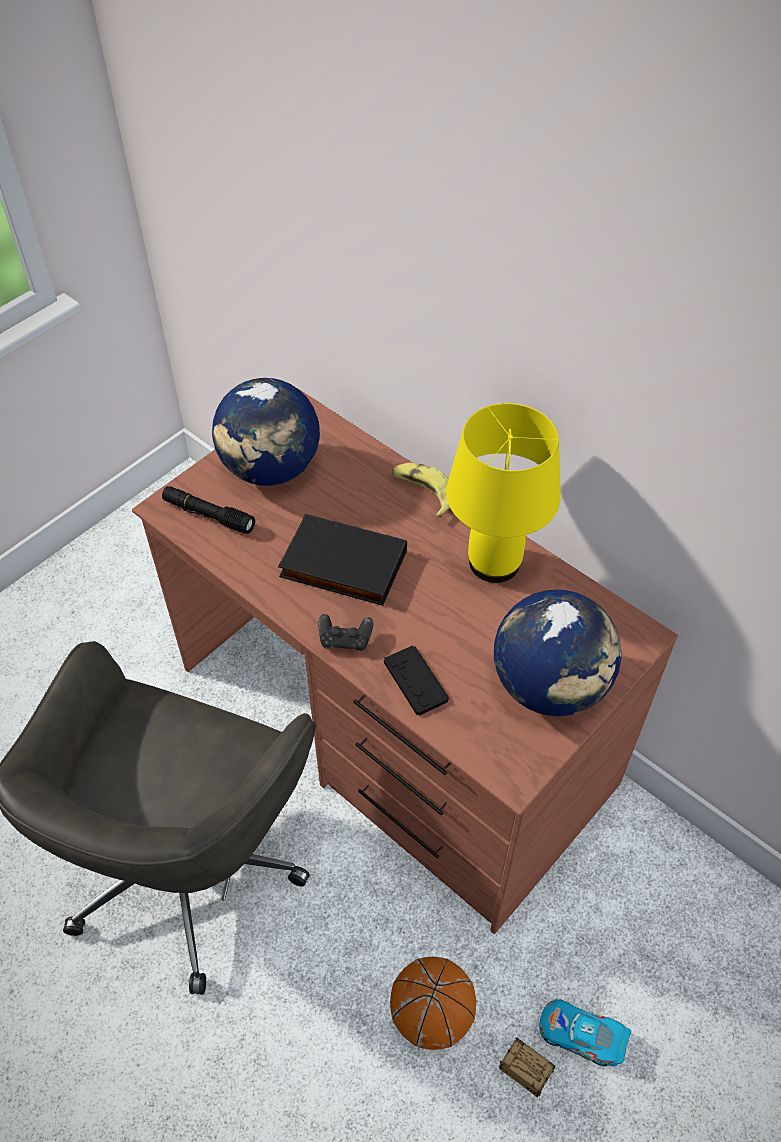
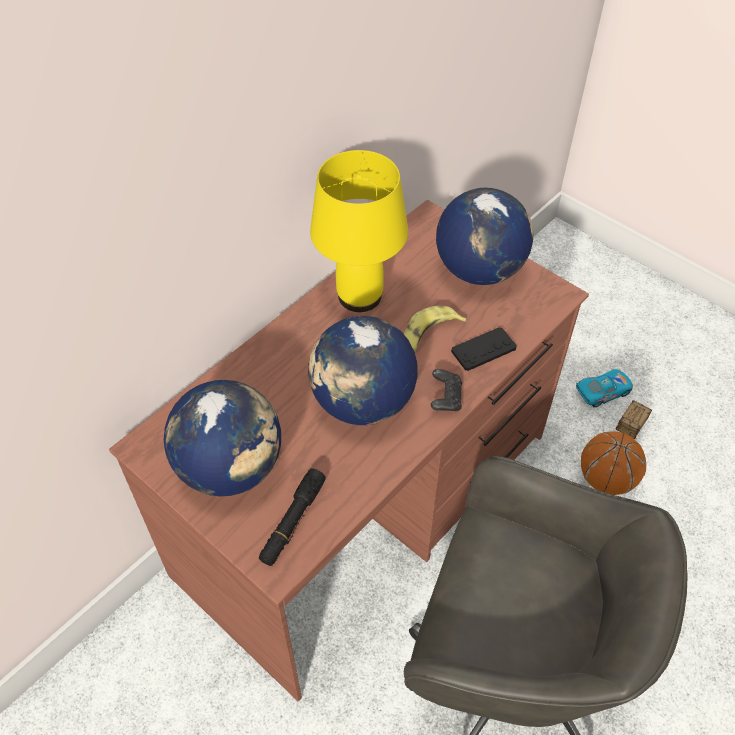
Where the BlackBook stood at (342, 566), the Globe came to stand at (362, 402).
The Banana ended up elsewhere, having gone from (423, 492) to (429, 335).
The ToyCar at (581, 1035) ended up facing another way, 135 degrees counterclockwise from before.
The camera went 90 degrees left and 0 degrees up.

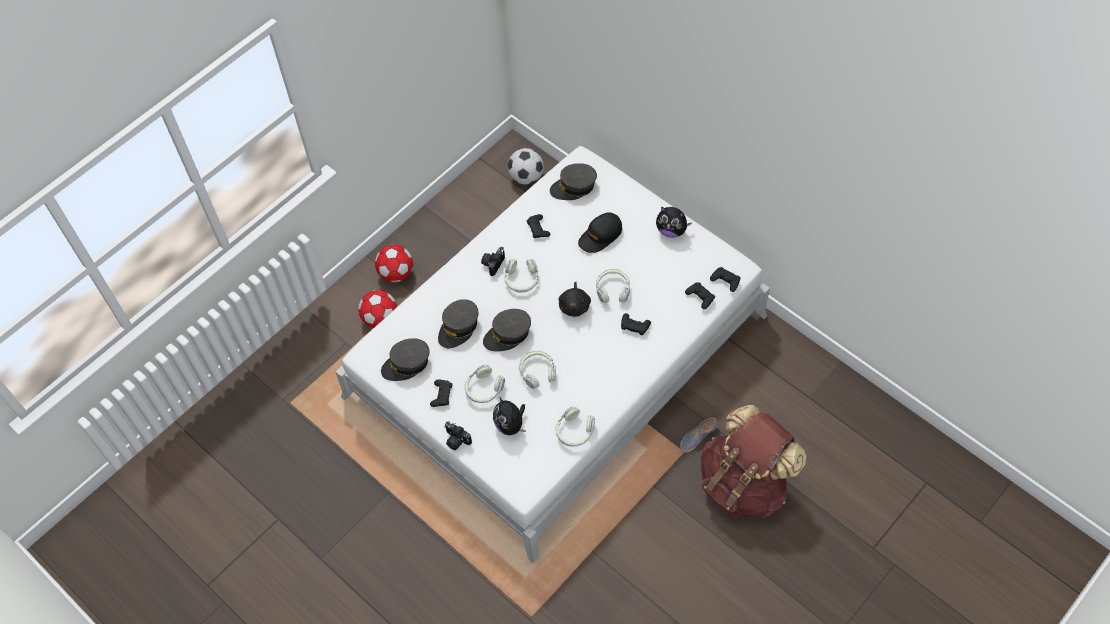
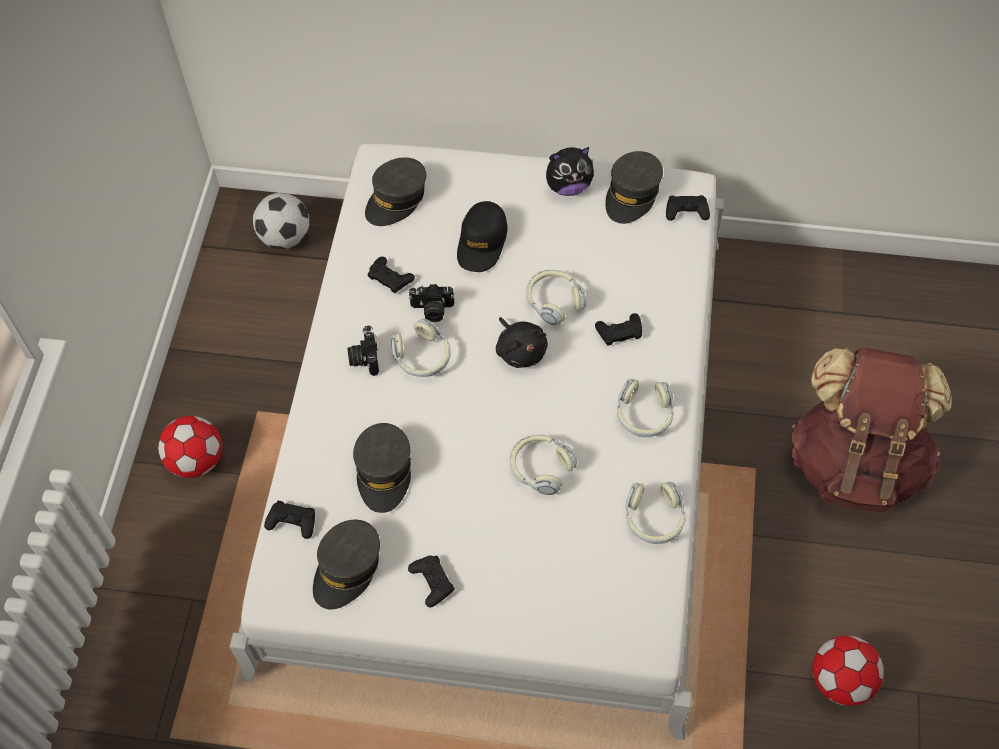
The Football ended up elsewhere, having gone from (380, 319) to (840, 681).
The PhotoCamera ended up elsewhere, having gone from (456, 440) to (432, 310).
The Headphones ended up elsewhere, having gone from (484, 389) to (644, 415).
The GreyCap ended up elsewhere, having gone from (508, 334) to (632, 194).
The second view lost the PlushToy at (510, 425).
The second view lost the Shoe at (697, 437).
The BlackGameController ended up elsewhere, having gone from (700, 297) to (292, 521).
The camera went 35 degrees left and 0 degrees up.

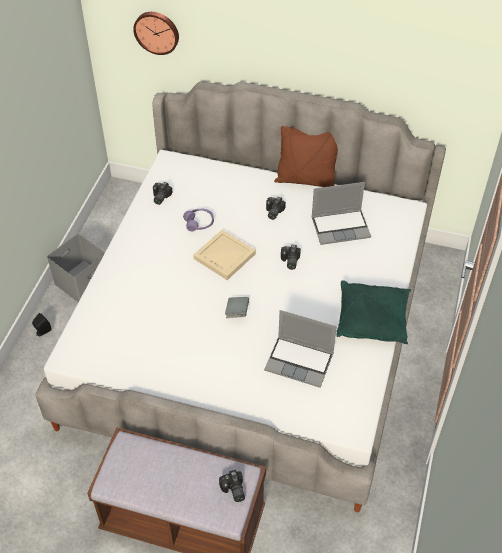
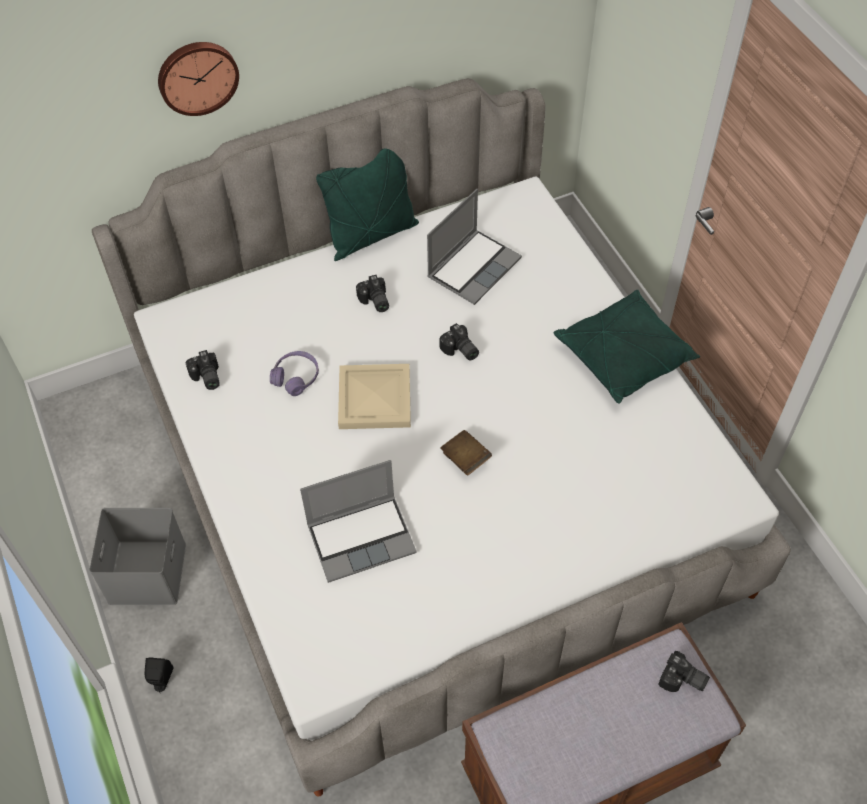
The WallClock ended up elsewhere, having gone from (157, 32) to (197, 76).
What was the GreyBook at (237, 312) turned into the BrownBook at (465, 459).
The Laptop ended up elsewhere, having gone from (300, 361) to (362, 537).
What was the BrownPillow at (305, 180) turned into the GreenPillow at (371, 235).
The camera went 40 degrees left and 5 degrees up.

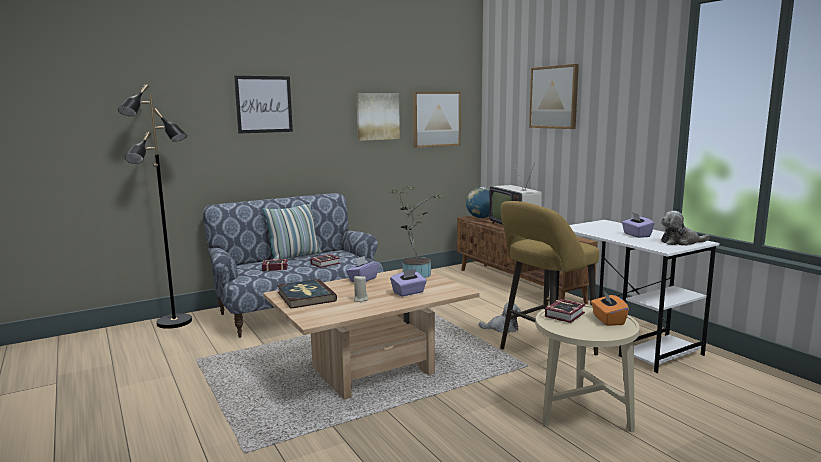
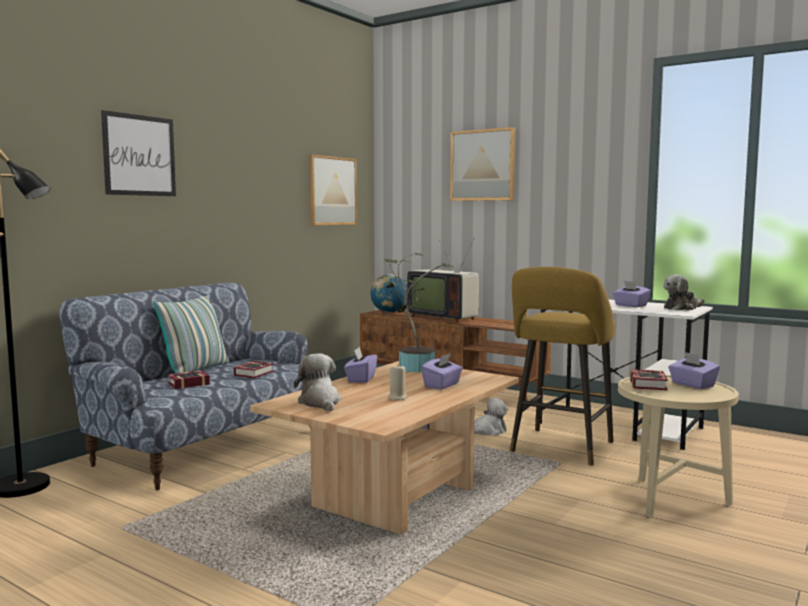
Where the Book stood at (305, 296), the PlushToy came to stand at (320, 402).
The second view lost the Picture at (377, 116).
What was the OrangeTissueBox at (608, 320) turned into the PurpleTissueBox at (692, 385).
The camera went 25 degrees left and 5 degrees down.

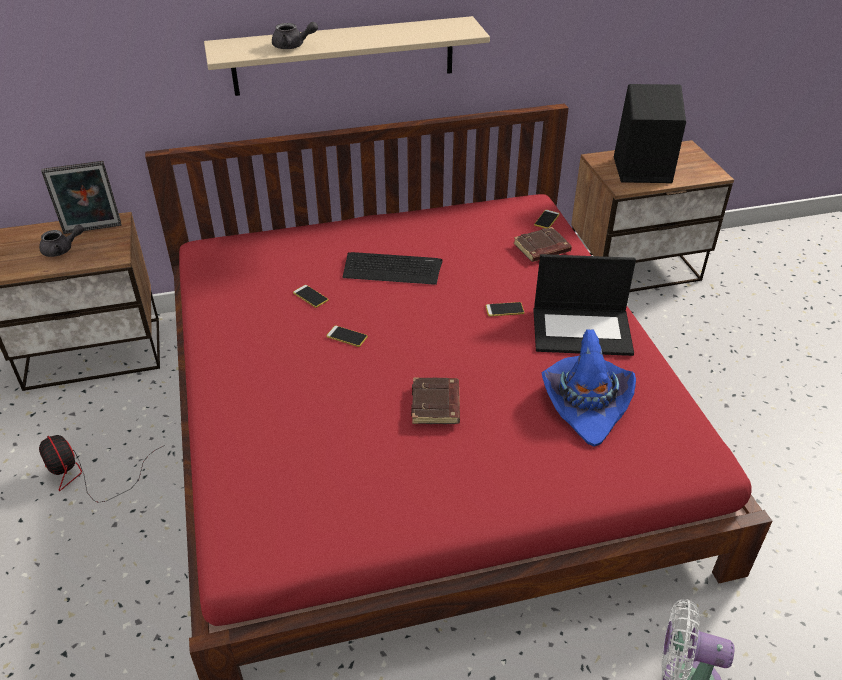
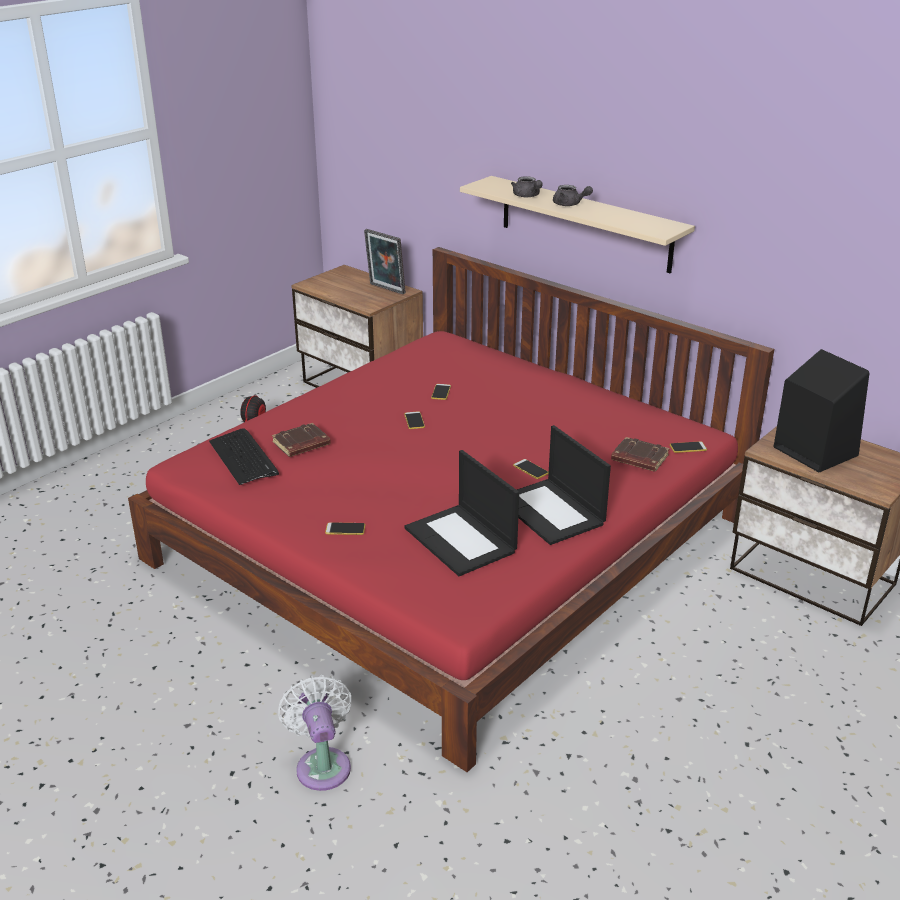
The GreyTeapot ended up elsewhere, having gone from (62, 250) to (570, 204).
The Keyboard ended up elsewhere, having gone from (392, 269) to (244, 458).
The BrownBook ended up elsewhere, having gone from (436, 405) to (301, 445).
Where the BlueHat stood at (586, 403), the Laptop came to stand at (462, 540).
The second view gained the Phone at (345, 529).
The camera went 55 degrees right and 10 degrees down.

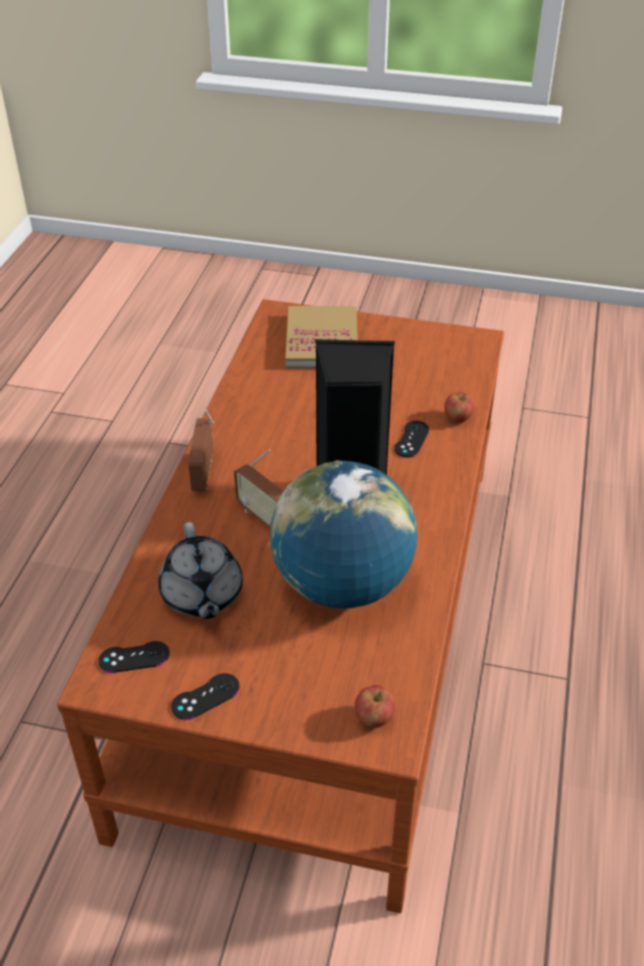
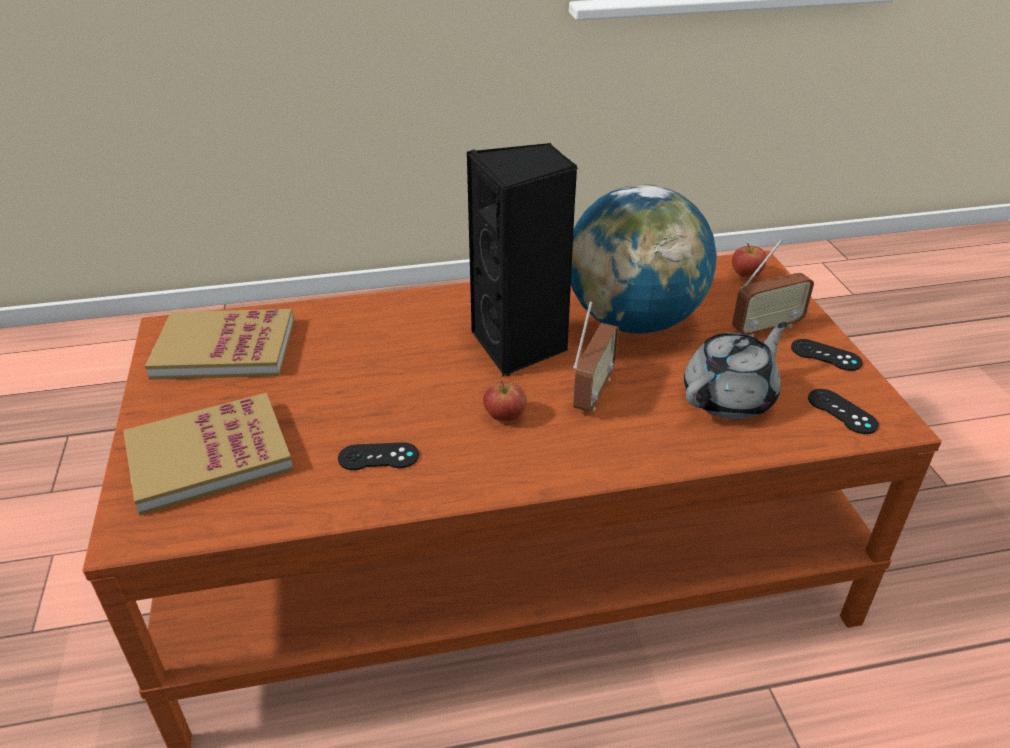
The Radio ended up elsewhere, having gone from (204, 474) to (766, 328).
The BlackGameController ended up elsewhere, having gone from (411, 439) to (378, 457).
The Apple ended up elsewhere, having gone from (457, 418) to (505, 417).
The second view gained the Book at (225, 348).
The camera went 115 degrees left and 5 degrees down.

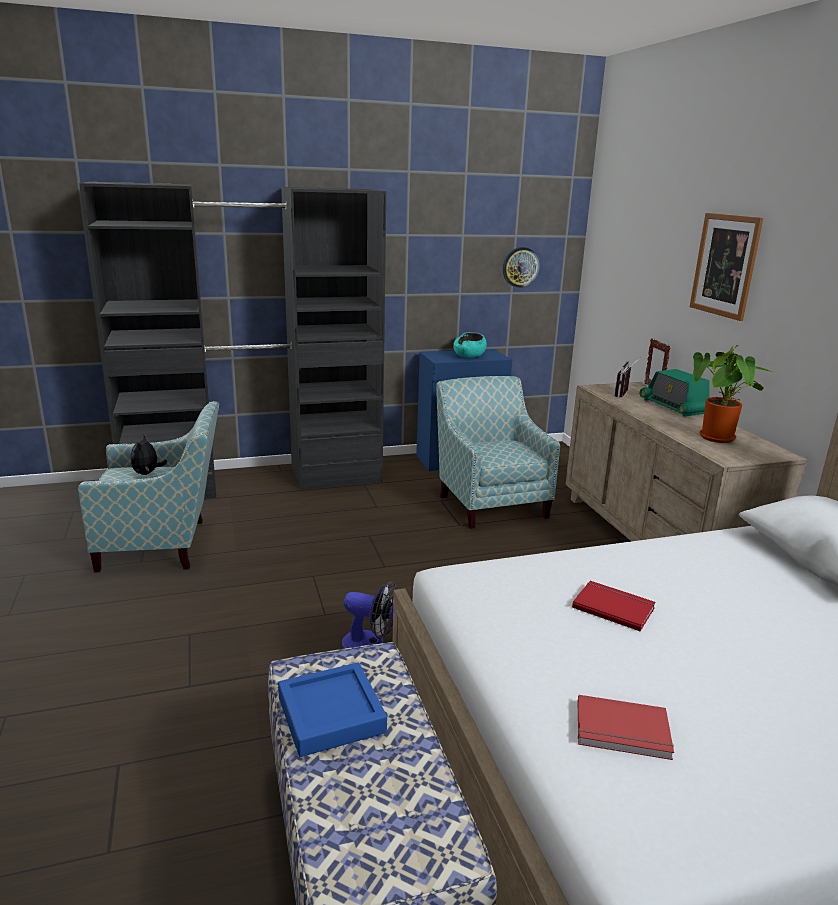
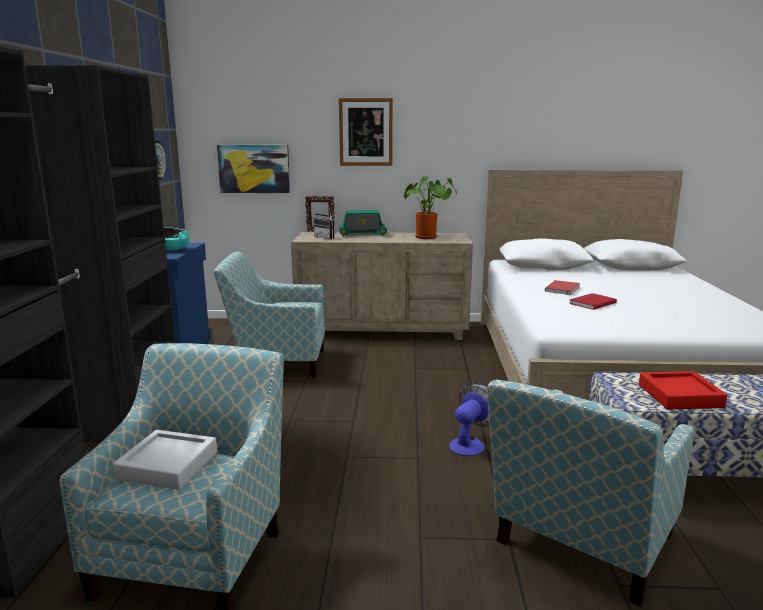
Where the PlushToy stood at (147, 473), the GreyTray came to stand at (168, 465).
What was the BlueTray at (331, 715) turned into the RedTray at (680, 396).
The RedBook ended up elsewhere, having gone from (623, 731) to (563, 289).
The second view gained the Picture at (254, 169).
The second view gained the Armchair at (579, 548).
The camera went 70 degrees left and 5 degrees down.

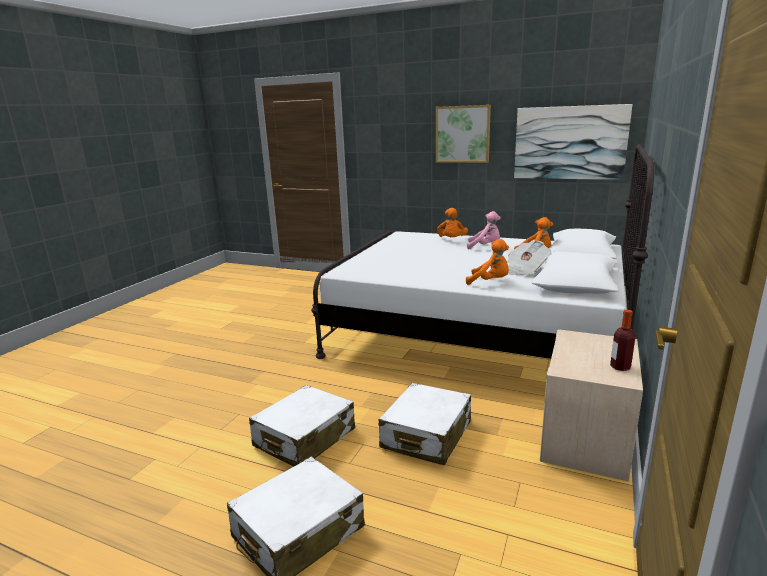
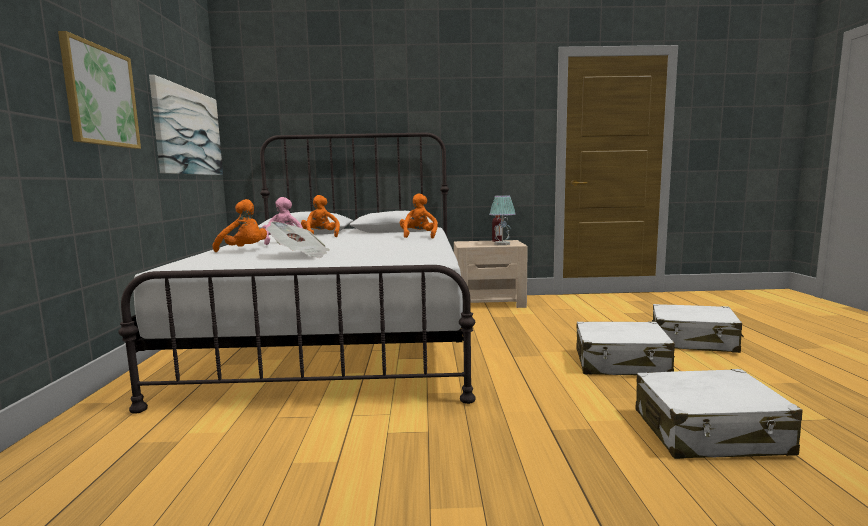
The WhiteSuitcase ended up elsewhere, having gone from (426, 435) to (709, 433).
The OrangePlushToy at (452, 240) ended up facing another way, 45 degrees clockwise from before.
The Newspaper ended up elsewhere, having gone from (525, 270) to (300, 256).
The second view gained the TableLamp at (502, 244).
The camera went 115 degrees left and 10 degrees down.

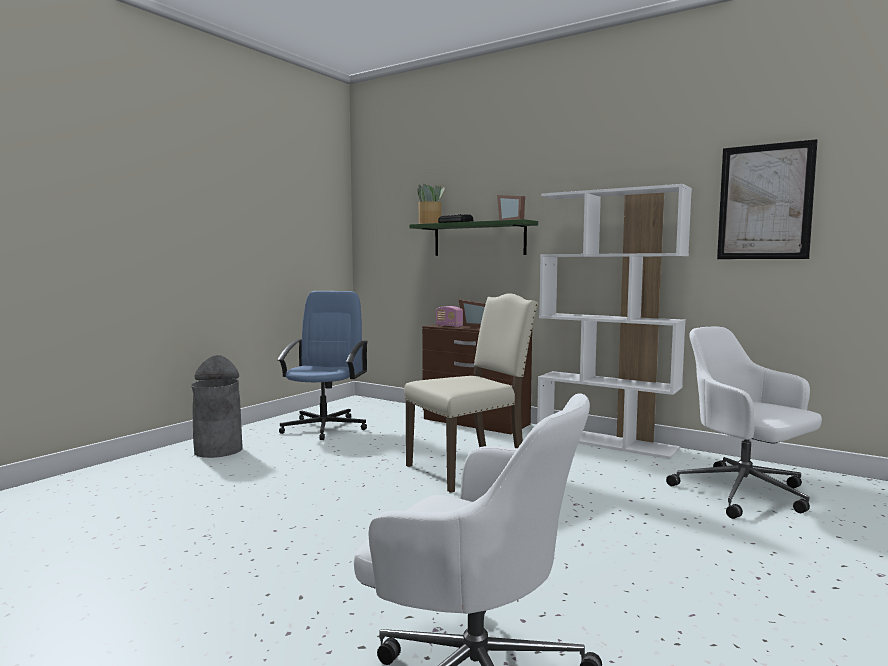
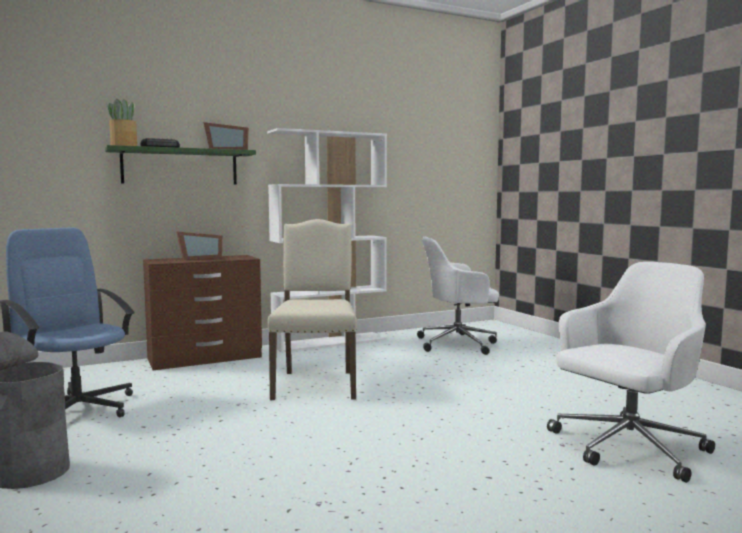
The second view lost the Radio at (449, 326).
The second view lost the Picture at (765, 202).
The camera went 60 degrees left and 0 degrees up.

